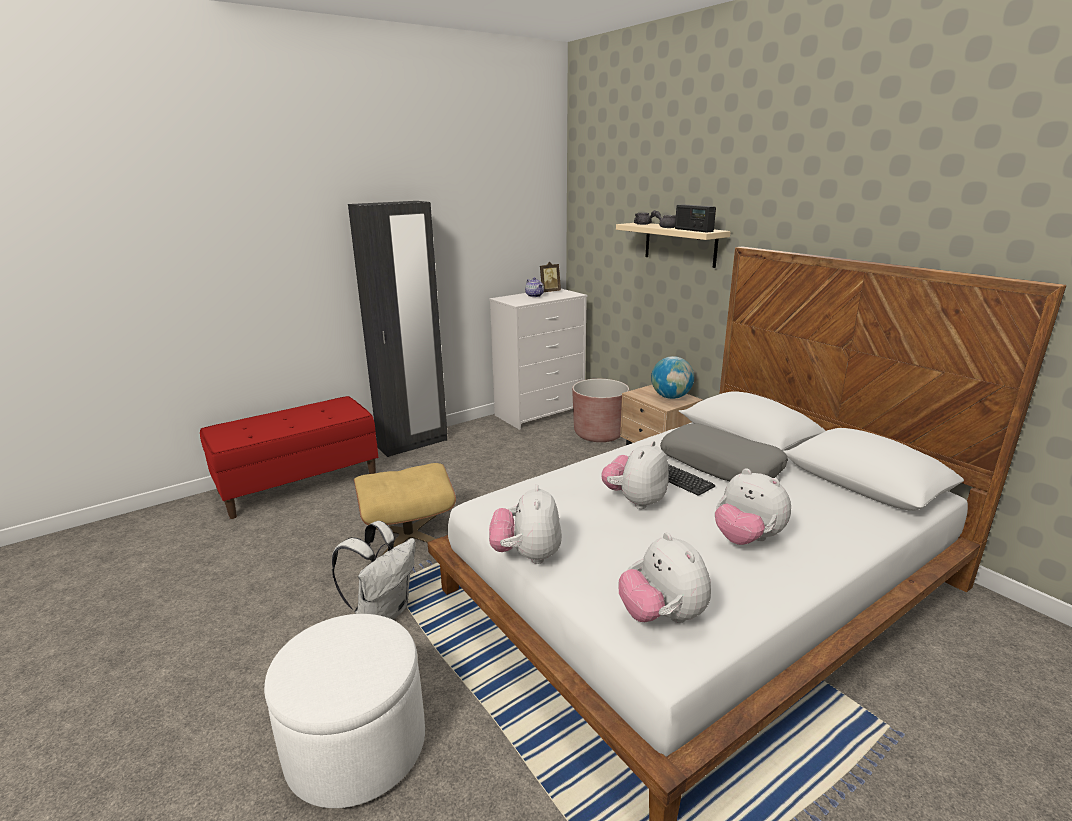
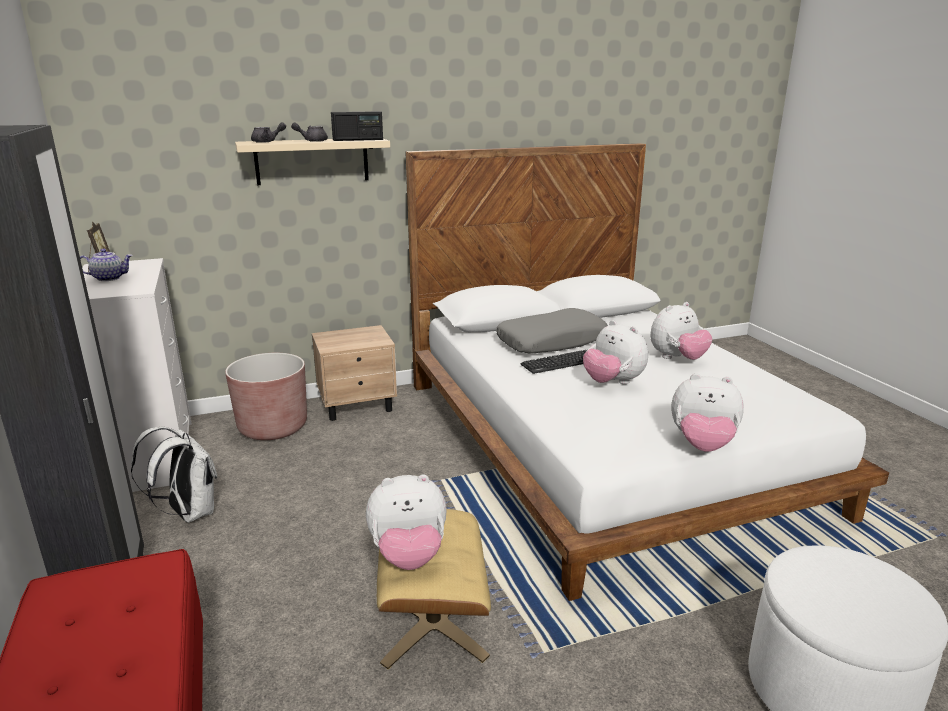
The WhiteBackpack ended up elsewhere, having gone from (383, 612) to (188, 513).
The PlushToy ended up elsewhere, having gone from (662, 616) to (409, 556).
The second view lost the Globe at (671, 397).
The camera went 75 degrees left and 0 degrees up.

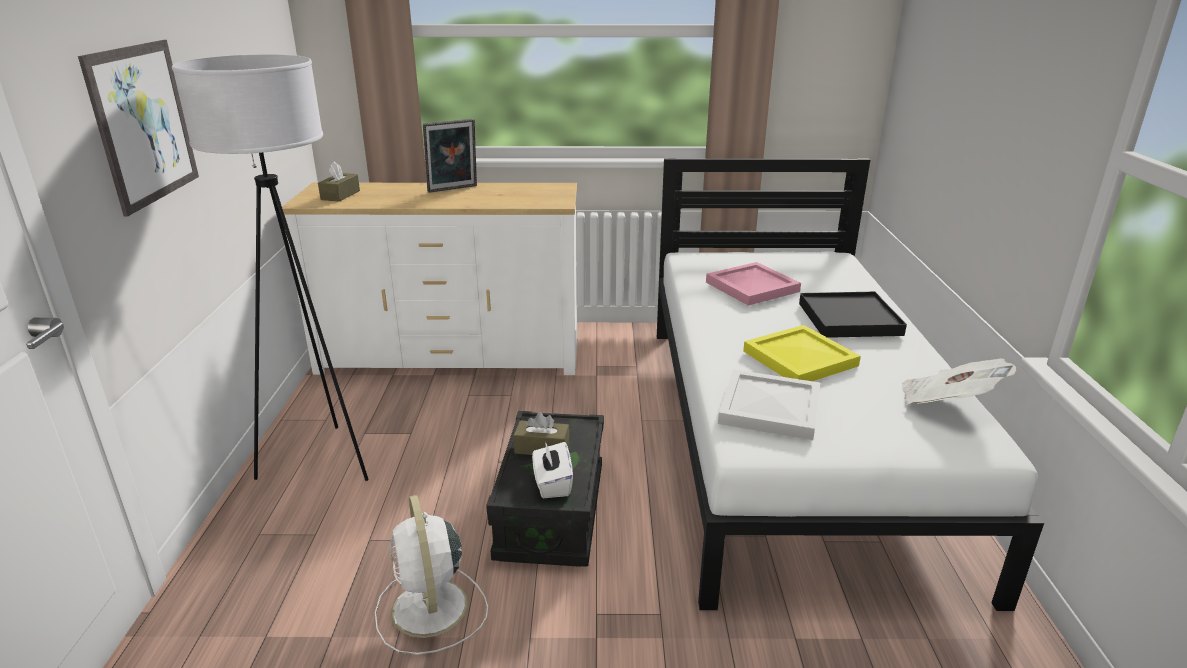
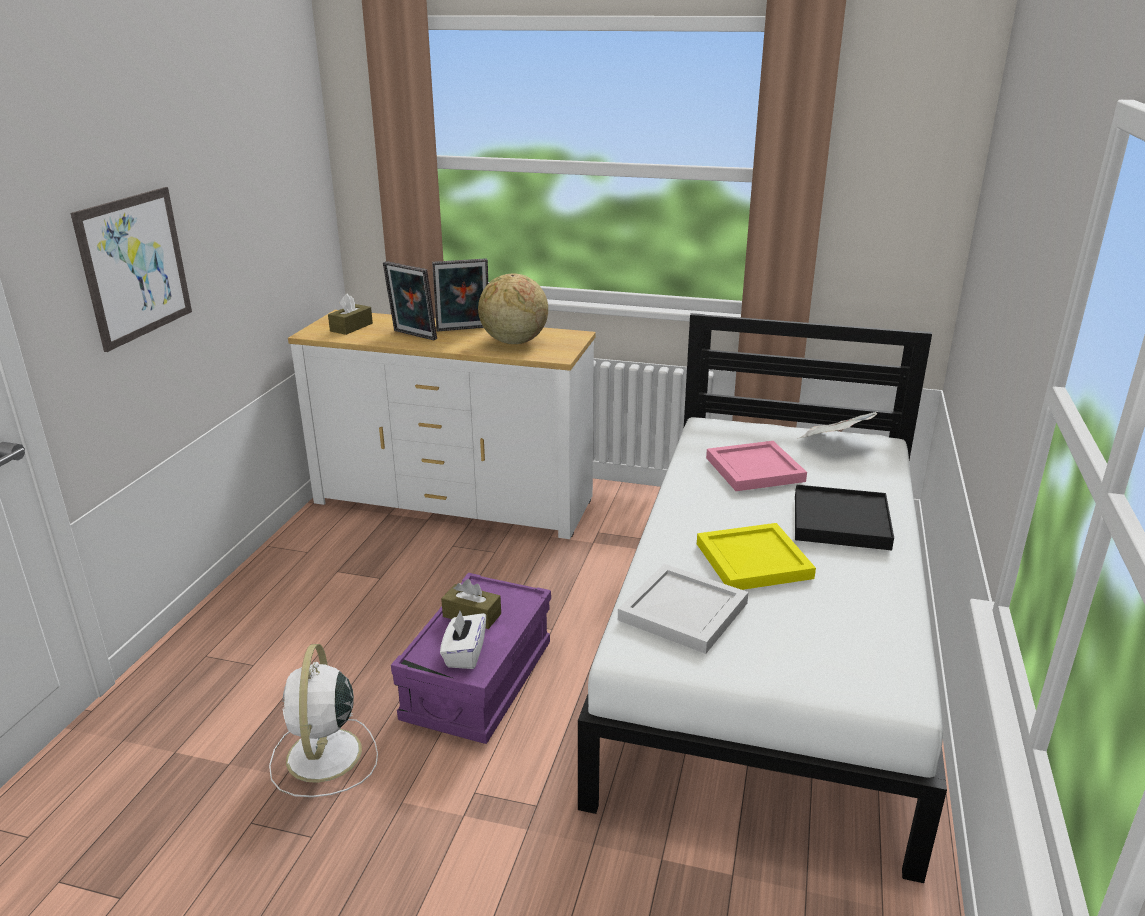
The second view lost the WhiteFloorLamp at (321, 461).
What was the BlackStorageBox at (551, 512) turned into the PurpleStorageBox at (478, 682).
The Newspaper ended up elsewhere, having gone from (947, 403) to (834, 443).
The second view gained the PictureFrame at (412, 336).
The second view gained the Globe at (513, 342).
The camera went 15 degrees right and 0 degrees up.

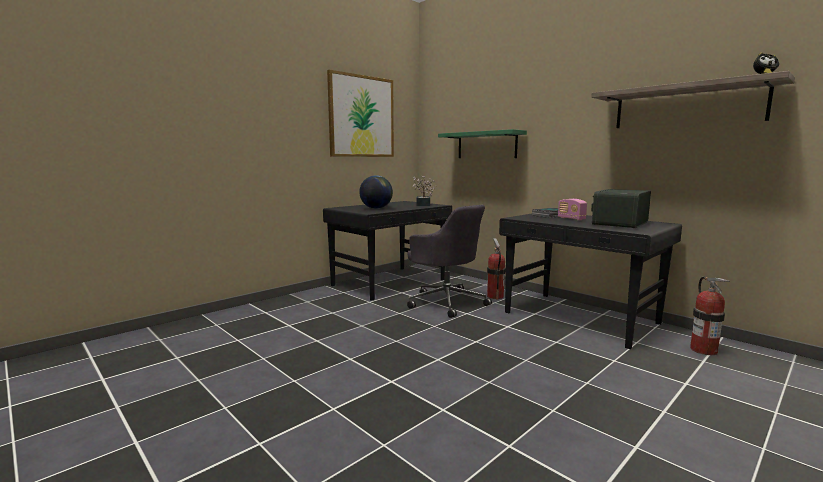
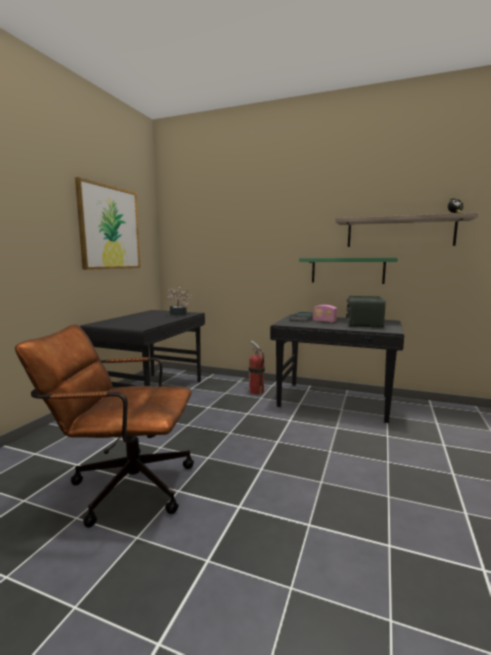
The second view lost the Globe at (376, 208).
The second view lost the GreyOfficeChair at (446, 302).
The GreenShelf ended up elsewhere, having gone from (486, 145) to (347, 270).
The second view lost the FireExtinguisher at (703, 350).
The second view gained the BrownOfficeChair at (122, 485).
The camera went 25 degrees left and 0 degrees up.

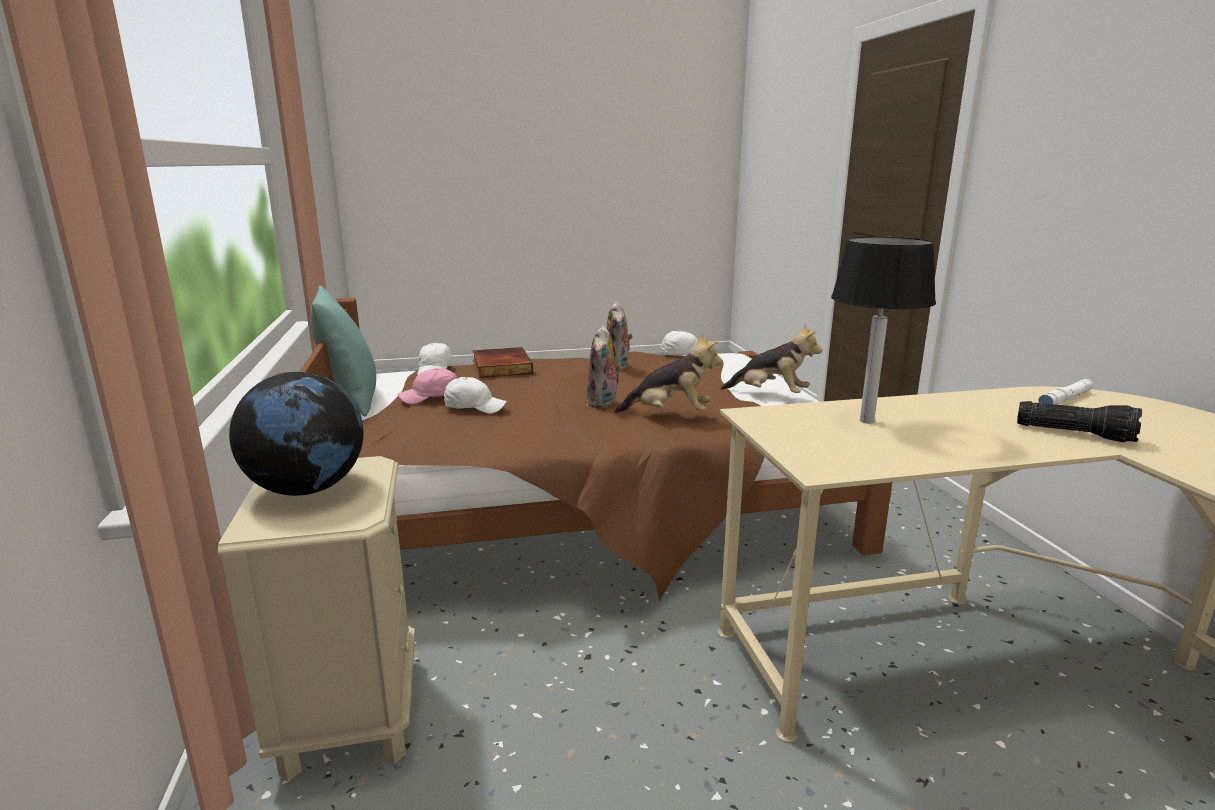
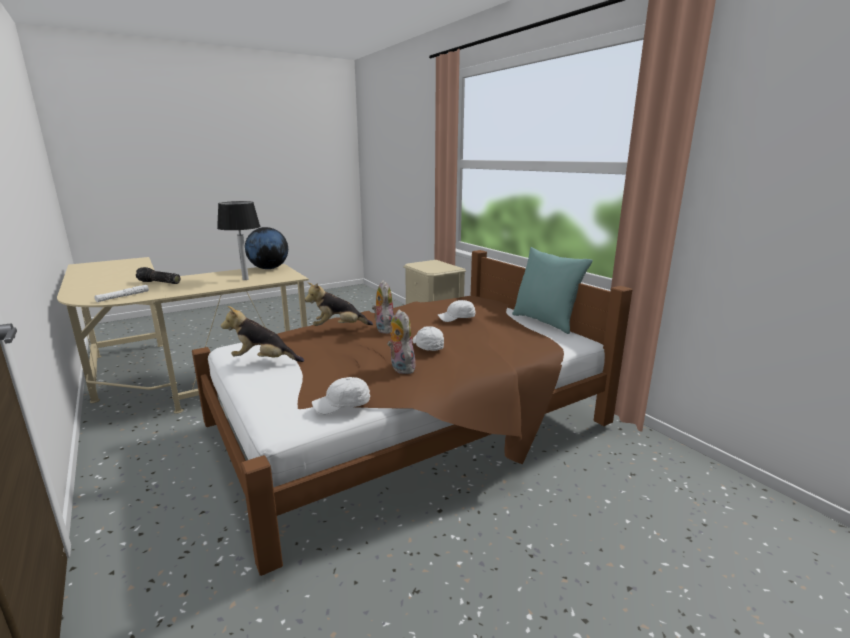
The Globe ended up elsewhere, having gone from (307, 489) to (268, 268).
The second view lost the PinkCap at (431, 398).
The WhiteCap ended up elsewhere, having gone from (434, 369) to (427, 346).
The second view lost the Book at (500, 366).
The camera went 160 degrees right and 0 degrees up.

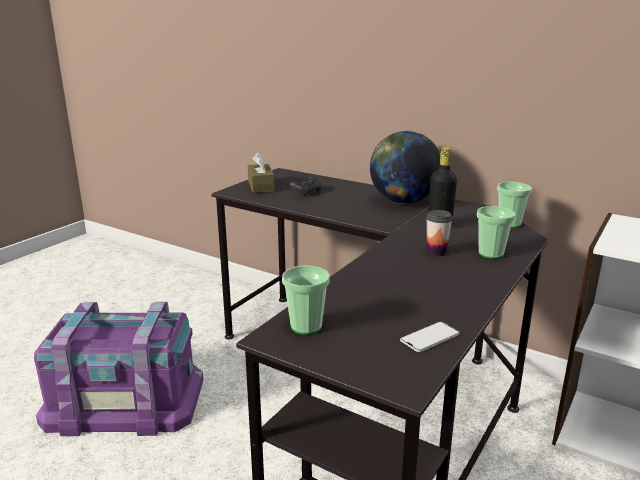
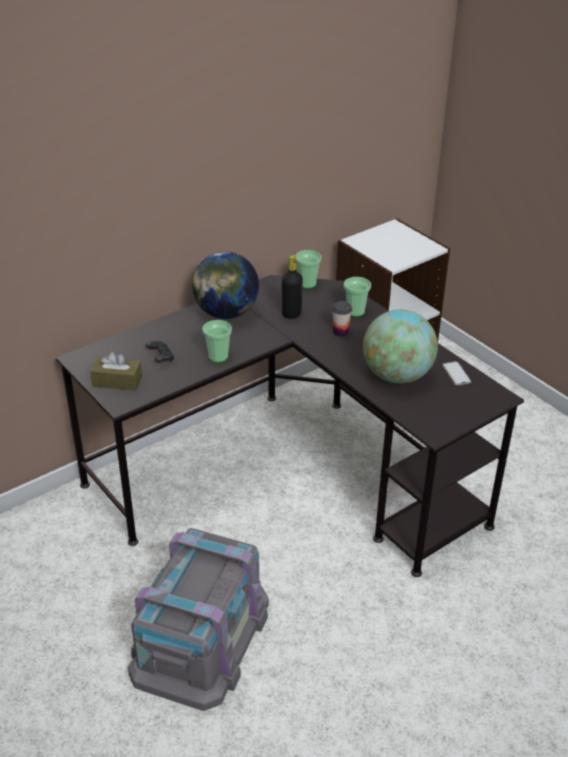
What was the PurpleStorageBox at (125, 400) turned into the GreyStorageBox at (200, 637).
The Cup ended up elsewhere, having gone from (306, 326) to (218, 357).
The second view gained the Globe at (397, 375).
The camera went 70 degrees left and 15 degrees up.

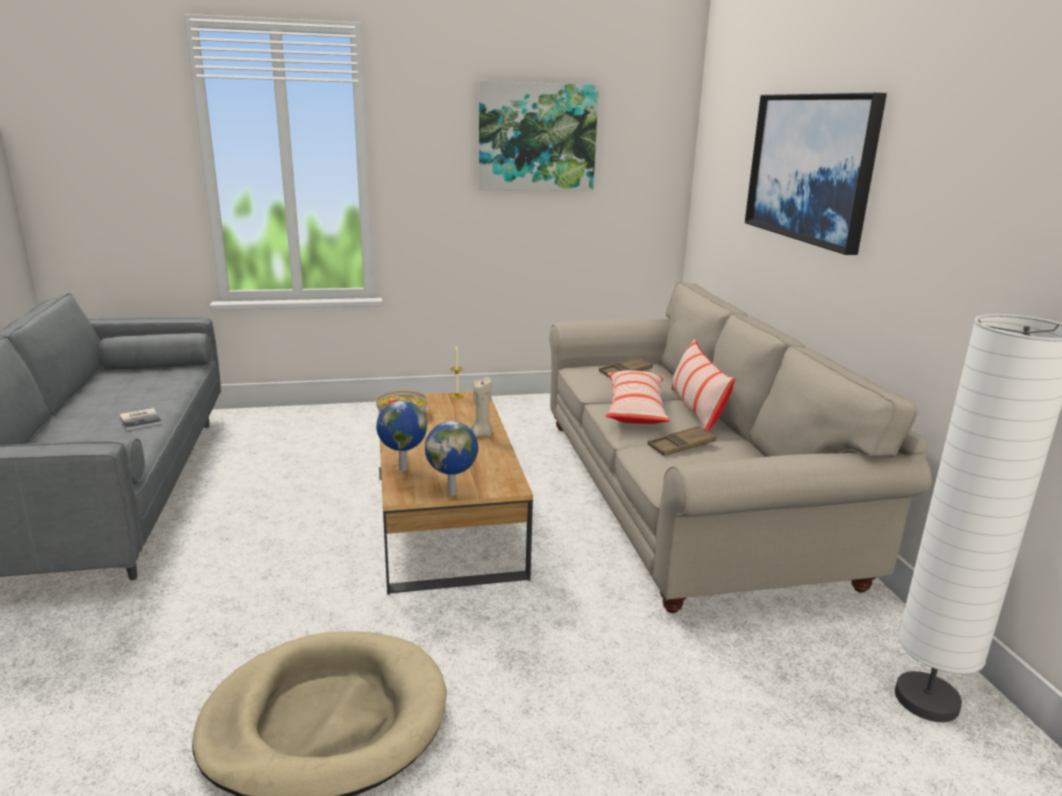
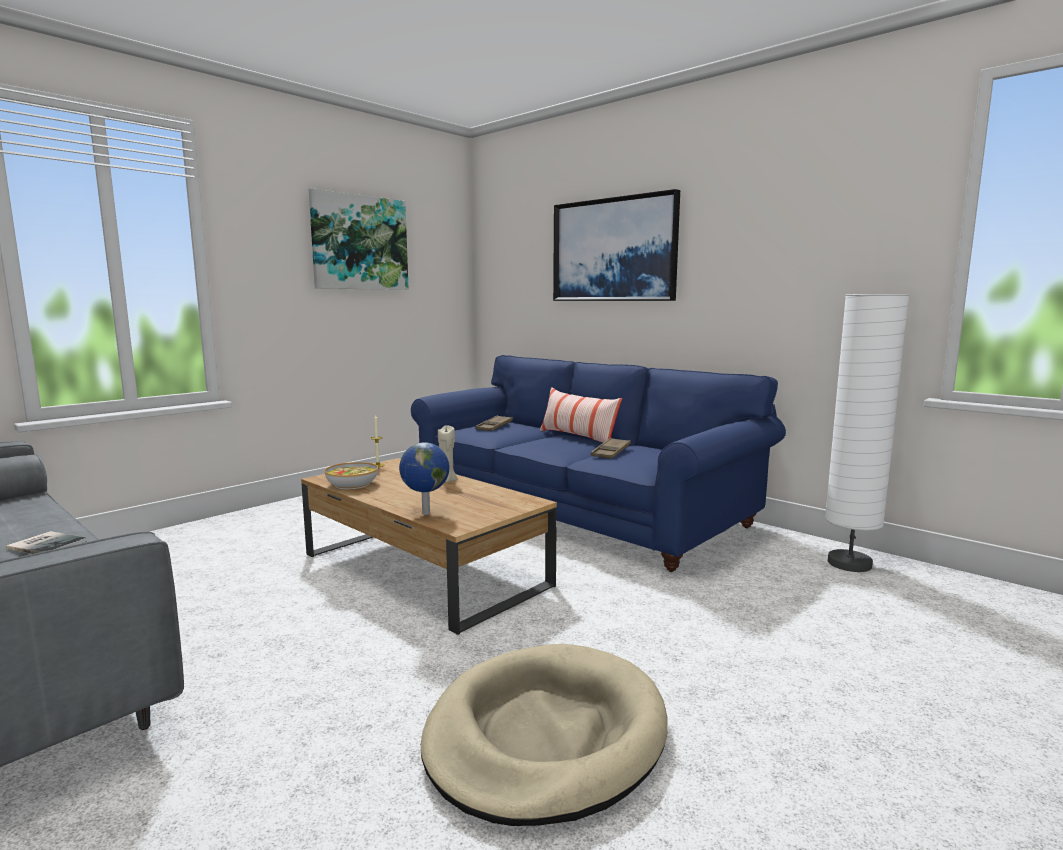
The second view lost the Globe at (453, 493).
What was the BeigeSofa at (682, 495) turned into the BlueSofa at (579, 510).
The second view lost the Pillow at (635, 409).
The camera went 35 degrees left and 10 degrees down.

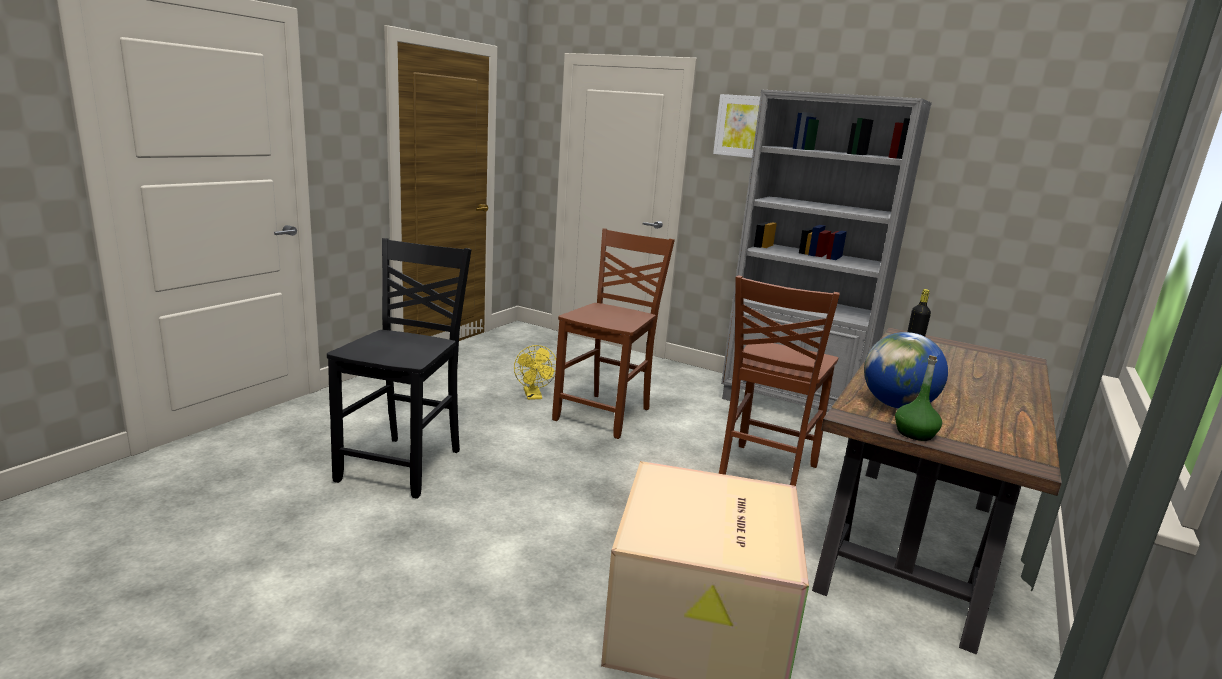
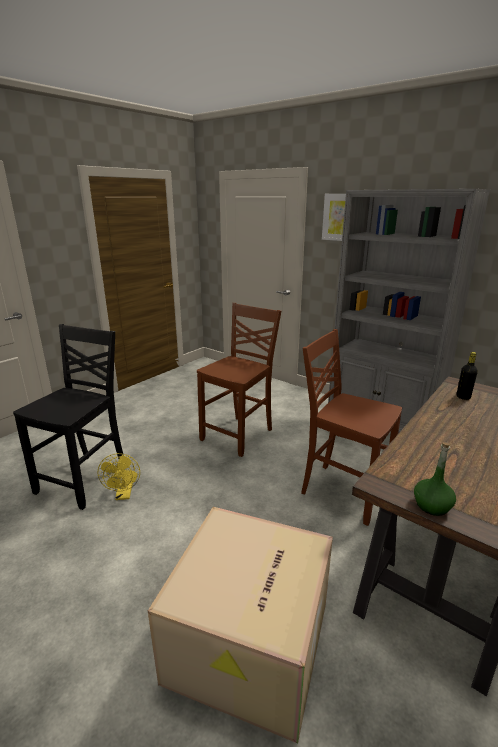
The YellowFan ended up elsewhere, having gone from (534, 396) to (124, 495).
The BrownChair at (764, 474) ended up facing another way, 90 degrees clockwise from before.
The second view lost the Globe at (897, 406).
The camera went 10 degrees right and 5 degrees up.

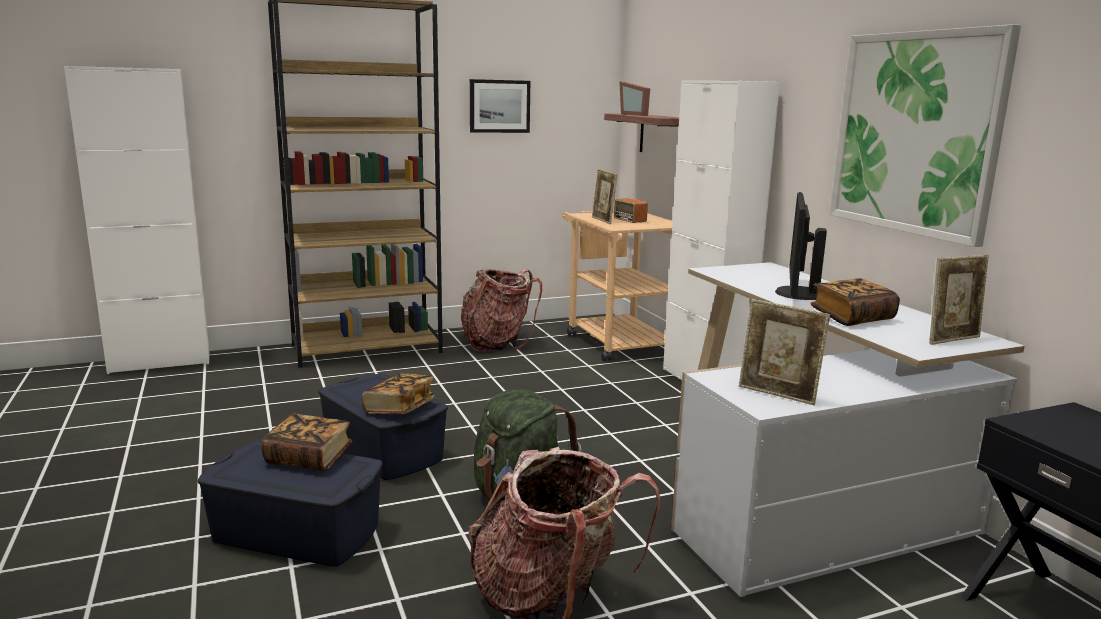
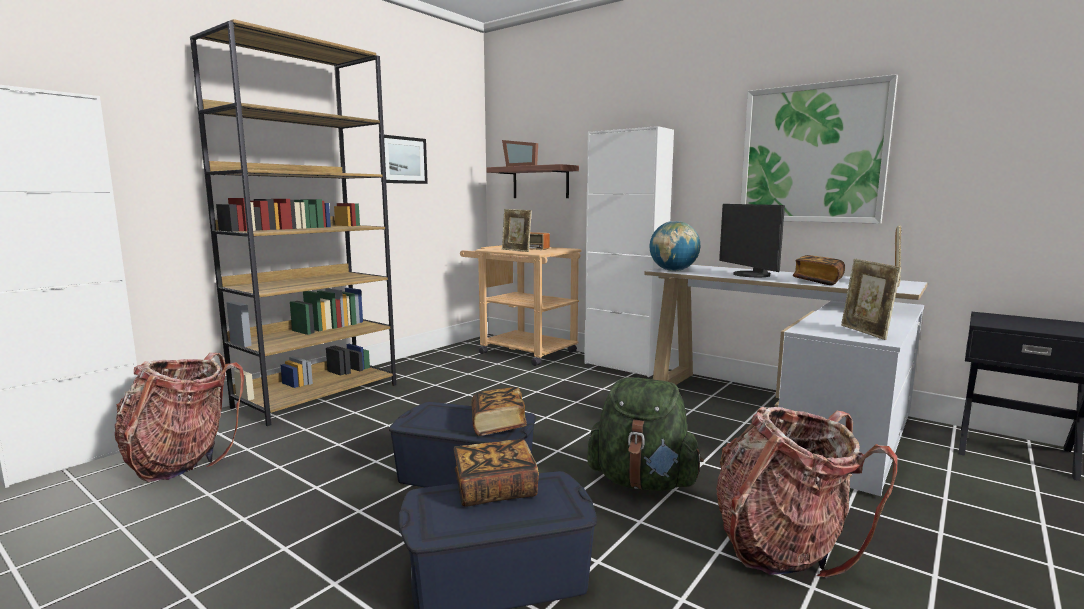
The Backpack ended up elsewhere, having gone from (496, 343) to (181, 461).
The PictureFrame at (778, 395) ended up facing another way, 75 degrees clockwise from before.
The second view gained the Globe at (673, 271).
The camera went 30 degrees left and 5 degrees down.

